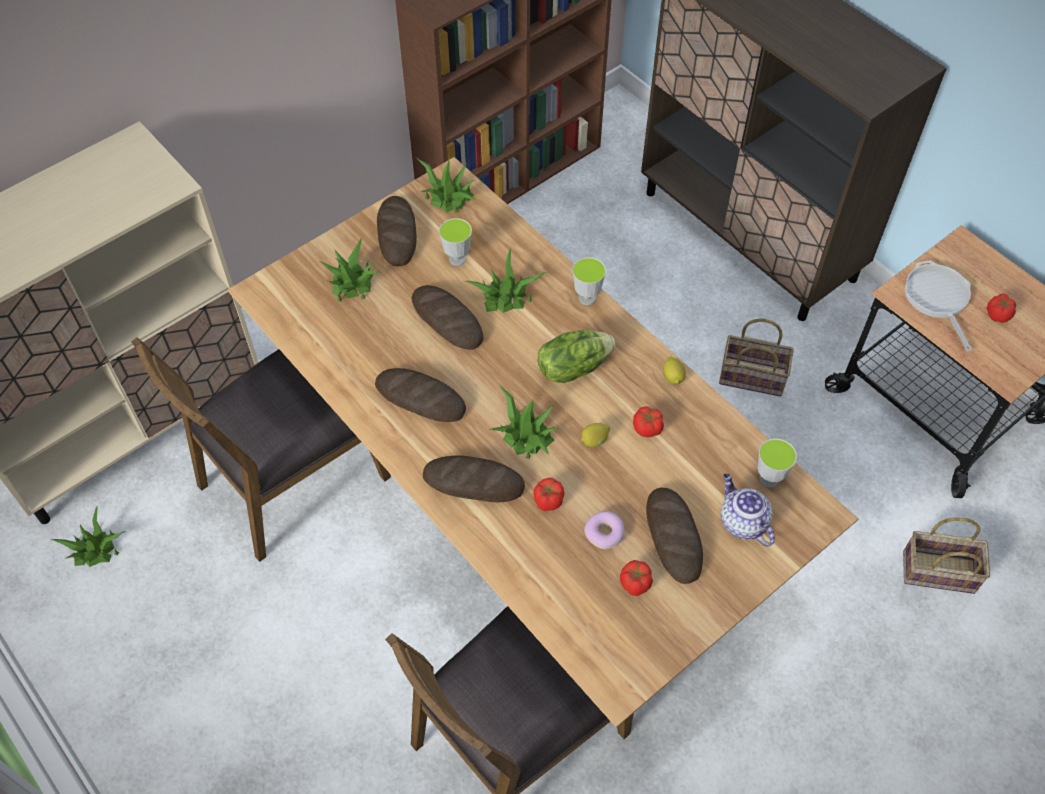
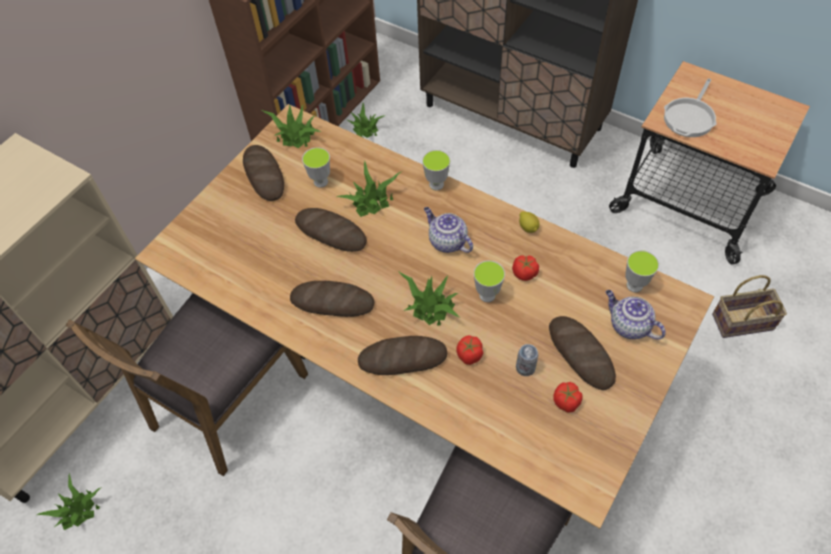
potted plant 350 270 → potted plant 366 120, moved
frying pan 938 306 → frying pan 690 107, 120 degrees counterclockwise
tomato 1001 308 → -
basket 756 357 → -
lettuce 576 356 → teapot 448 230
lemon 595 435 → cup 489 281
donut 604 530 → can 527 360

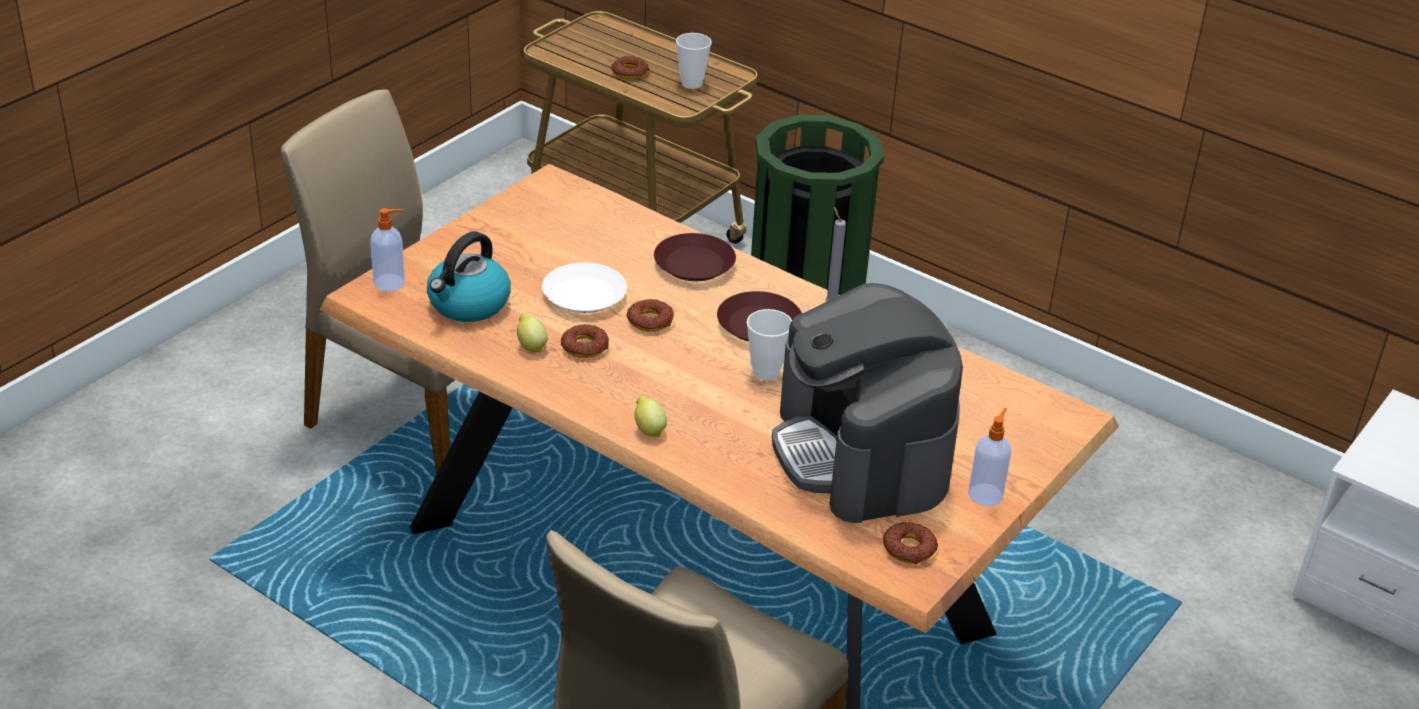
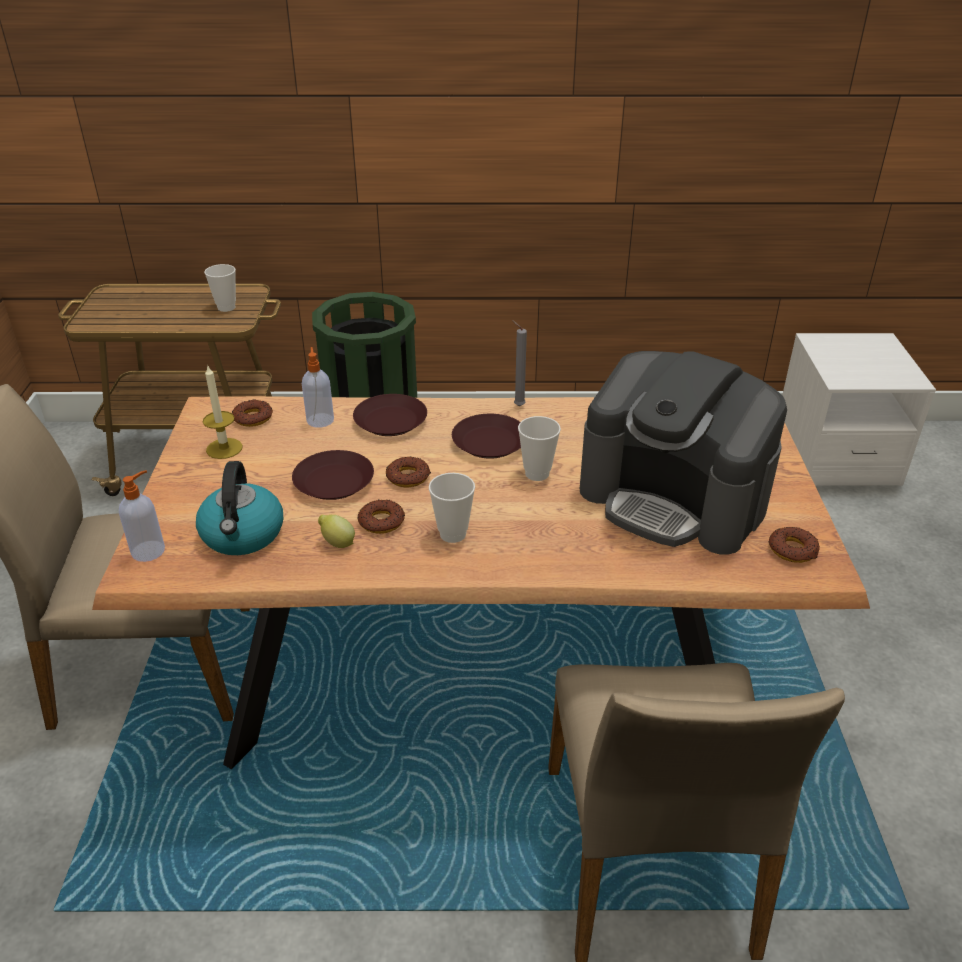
donut 630 67 → donut 252 413, moved
white plate 584 288 → brown plate 333 475
lemon 650 416 → -
soap dispenser 989 457 → soap dispenser 318 387, moved
- → candle 223 411
- → cup 452 508

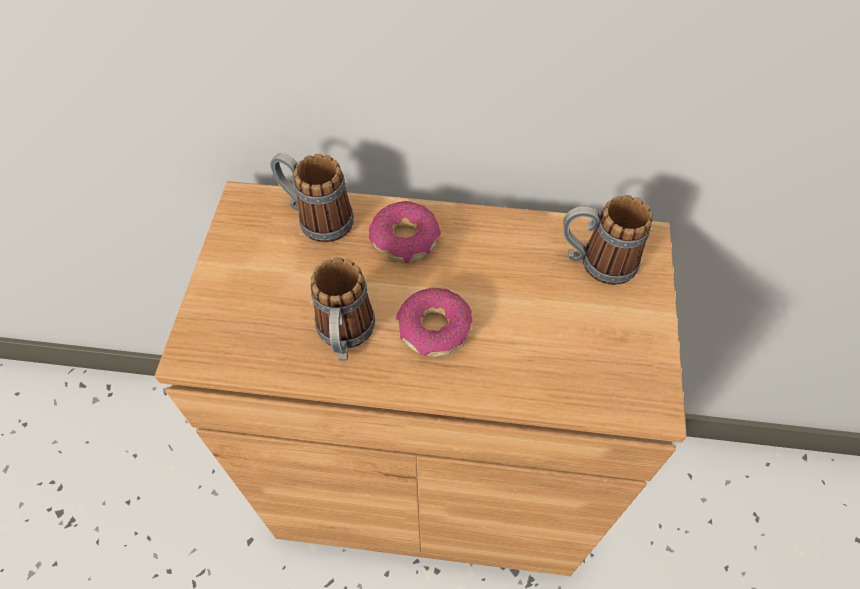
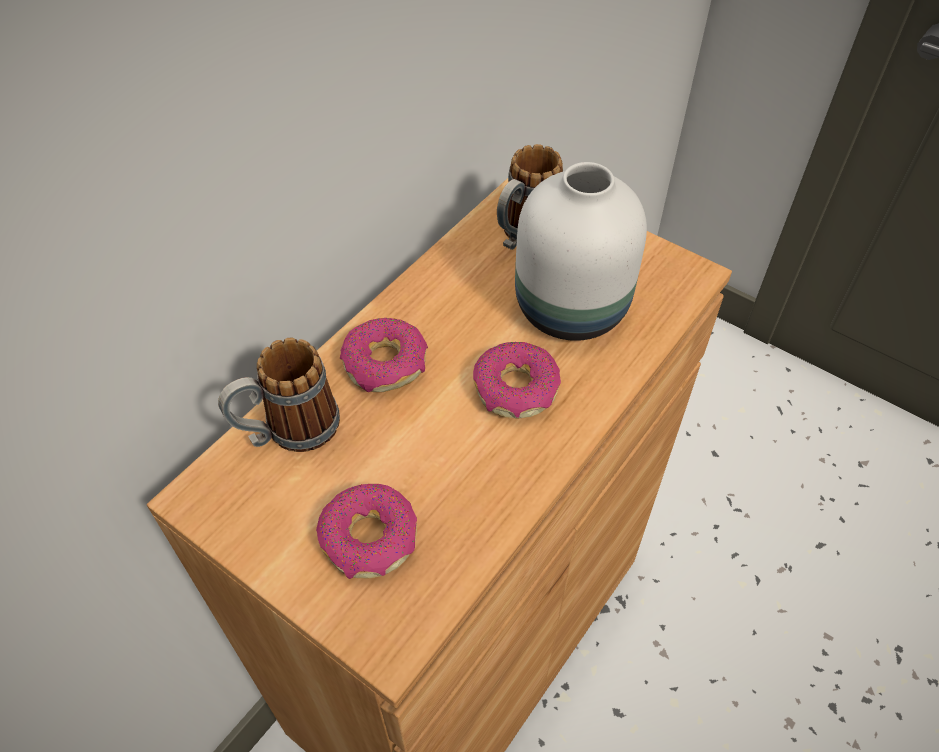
mug 342 309 → -
- → white vase 581 251
- → donut 366 531

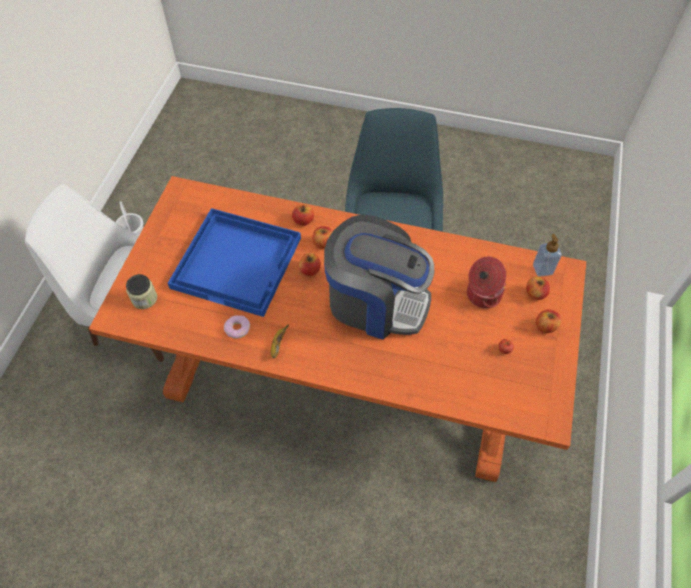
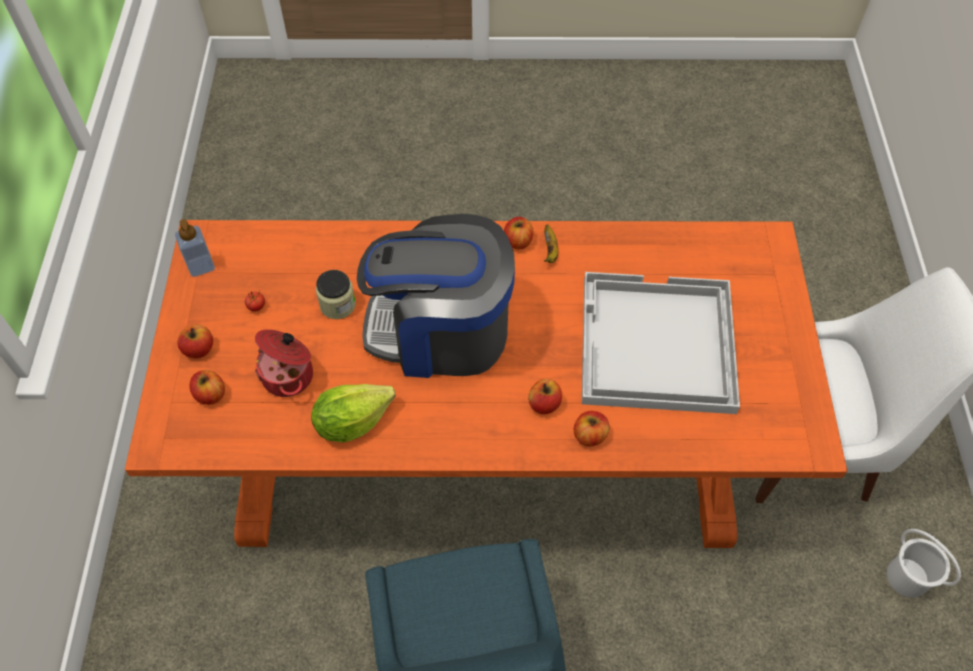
blue tray 234 262 → white tray 661 343
soap dispenser 547 255 → soap dispenser 195 248, moved
apple 310 264 → apple 518 233, moved
jar 141 291 → jar 336 294, moved
donut 237 327 → -
- → lettuce 353 413

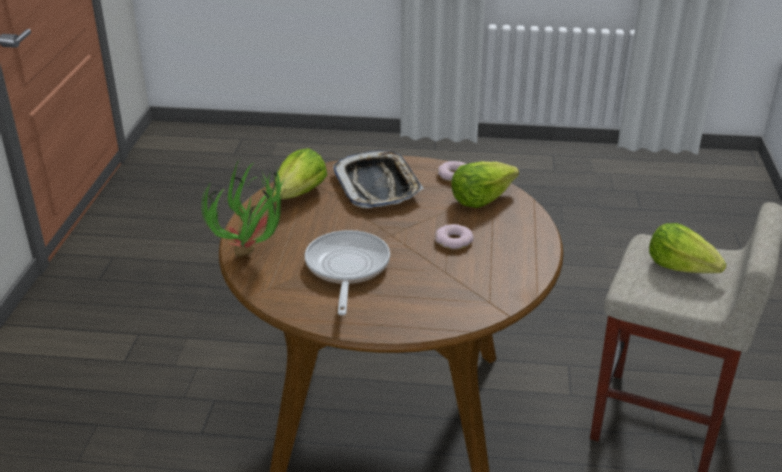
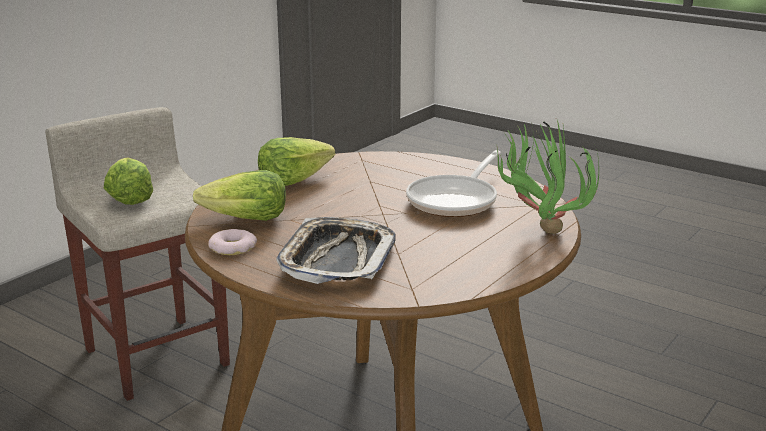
lettuce 300 173 → lettuce 296 161, moved
donut 454 236 → -

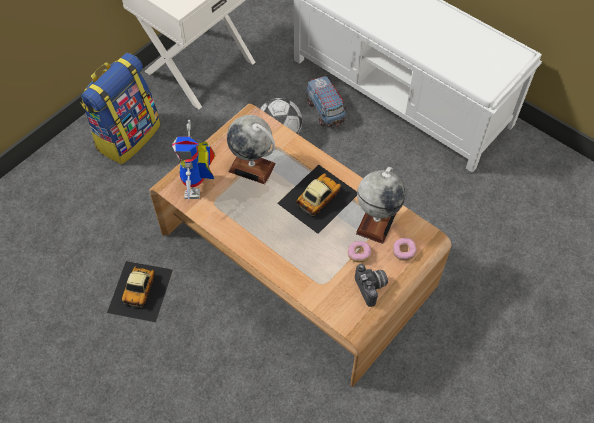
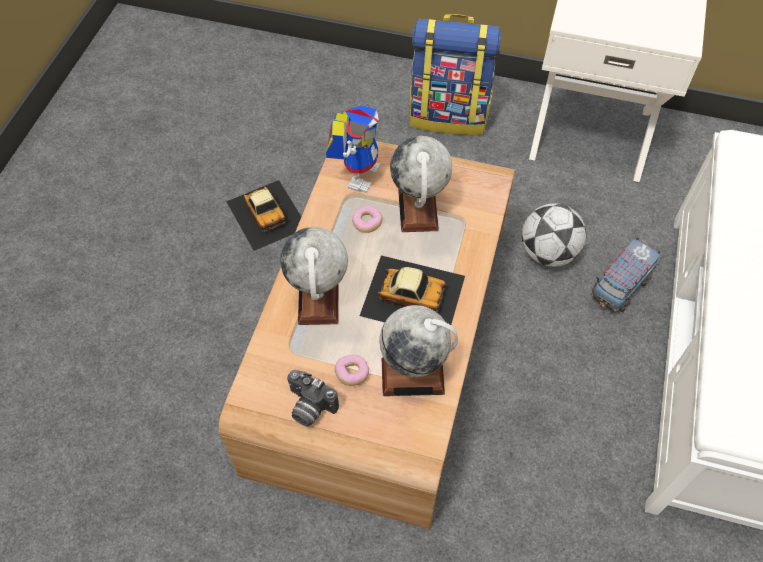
toy robot 193 161 → toy robot 353 148, 135 degrees clockwise
donut 404 249 → donut 367 219, moved
toy car 140 291 → toy car 263 215, 105 degrees counterclockwise
photo camera 371 285 → photo camera 313 398, 75 degrees clockwise
- → globe 314 276

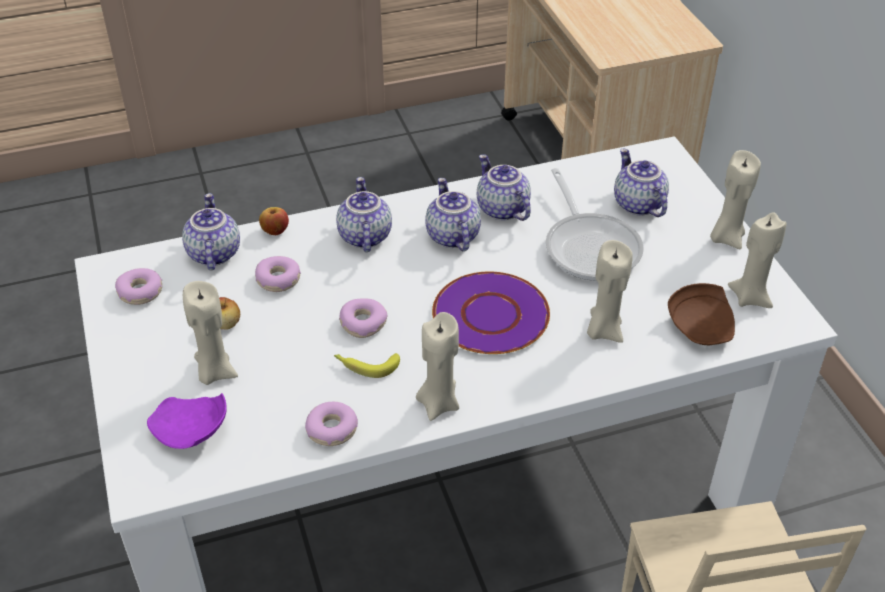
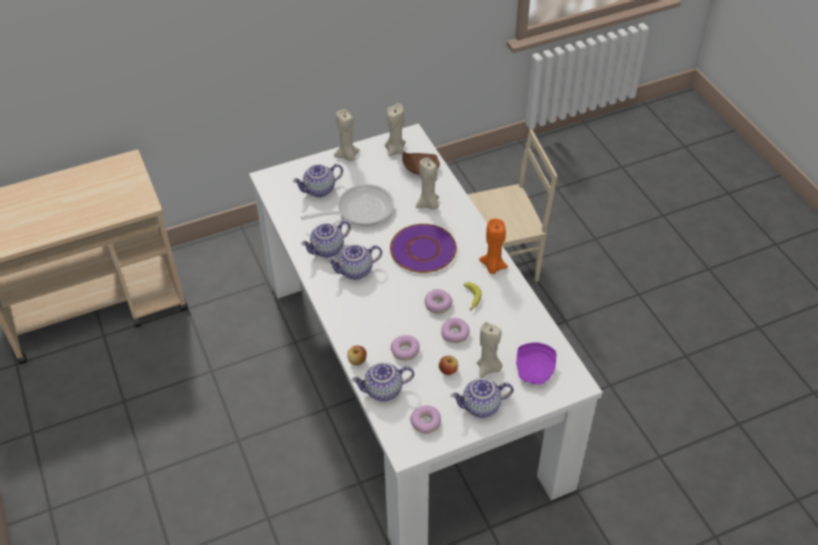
teapot 364 214 → teapot 482 398, moved
beige candle 437 366 → orange candle 493 246
donut 331 424 → donut 455 330, moved

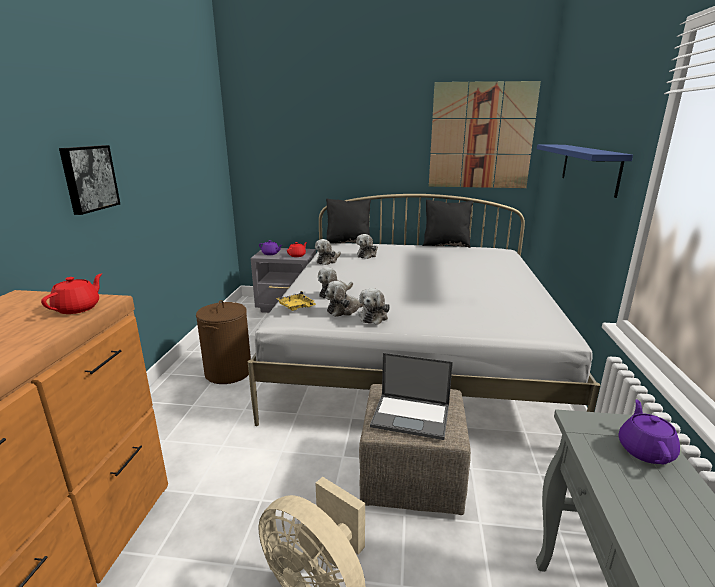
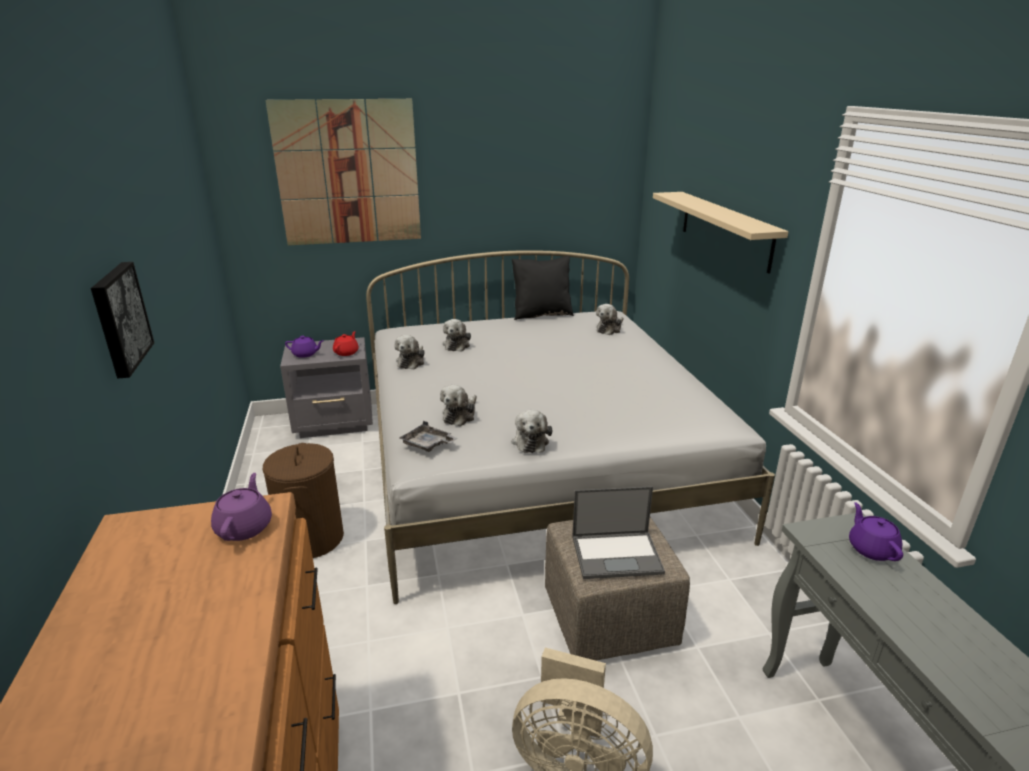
picture 485 134 → picture 343 172, moved
blue shelf 585 171 → beige shelf 721 232
black pillow 348 221 → -
red teapot 71 293 → purple teapot 241 507
plush toy 344 299 → plush toy 610 319, moved
yellow tray 296 301 → grey tray 428 436

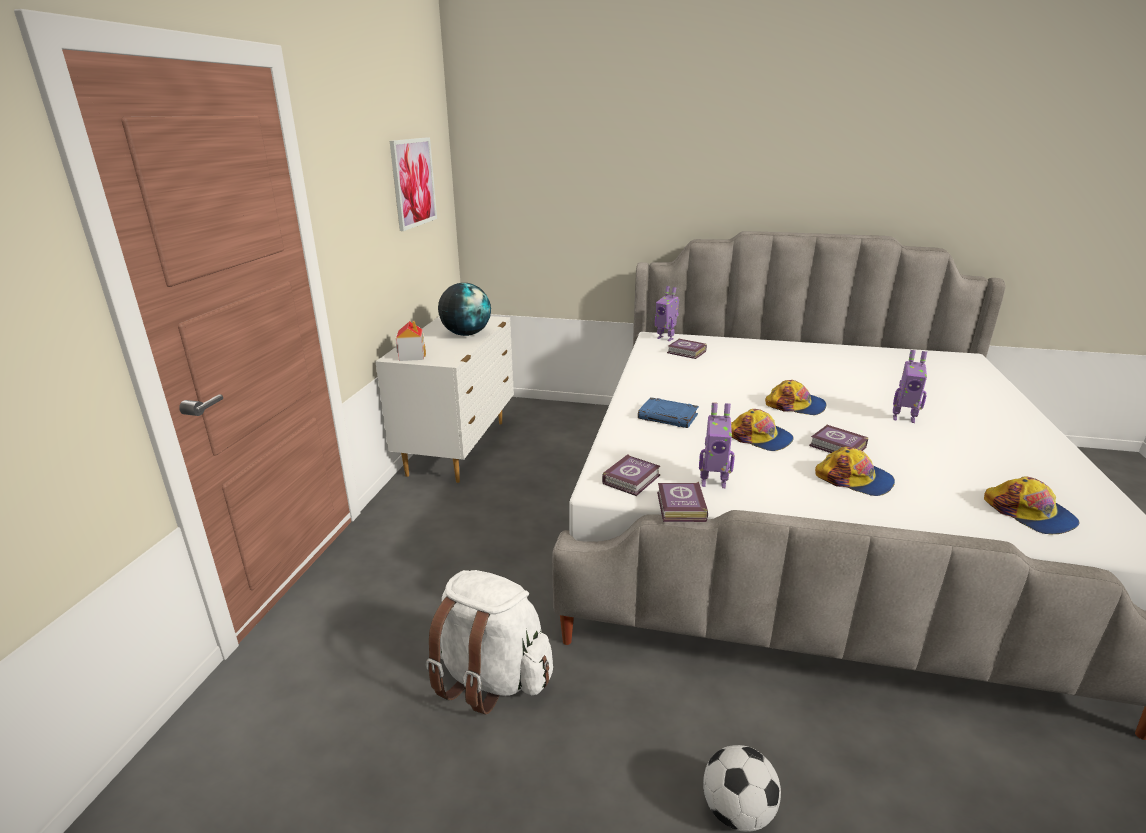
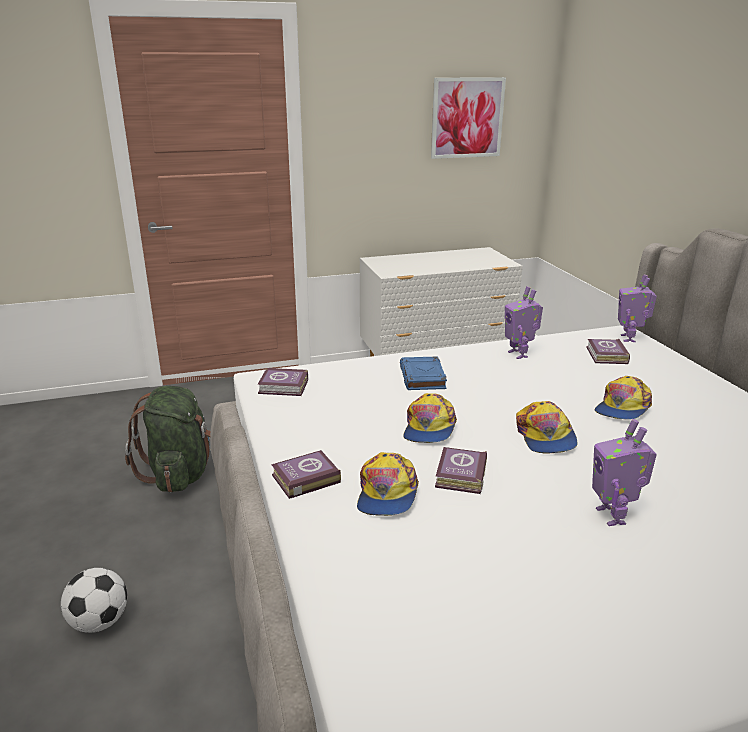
globe 464 309 → -
toy house 410 341 → -
toy robot 717 445 → toy robot 524 322, moved
cap 1032 505 → cap 623 397, moved
book 682 502 → book 306 474, moved
white backpack 489 642 → green backpack 167 439

